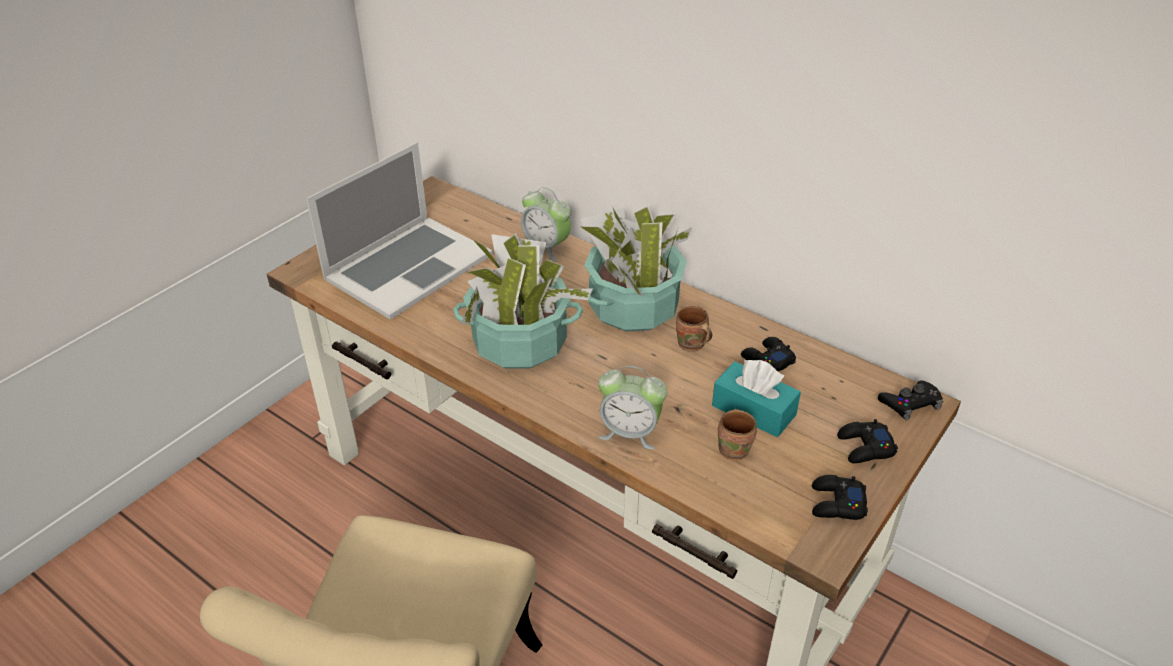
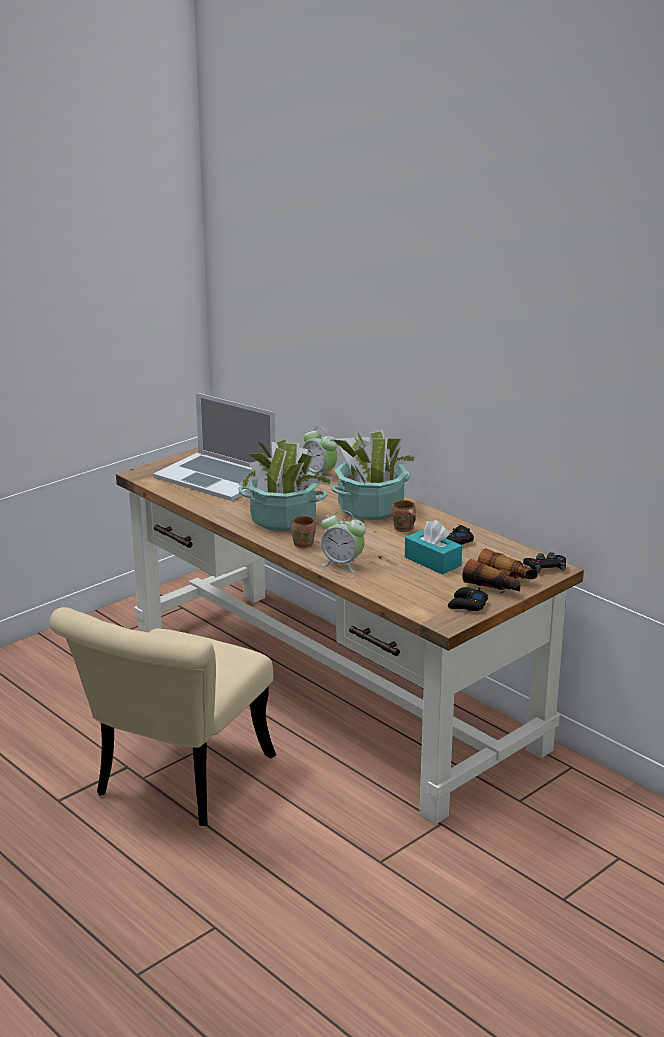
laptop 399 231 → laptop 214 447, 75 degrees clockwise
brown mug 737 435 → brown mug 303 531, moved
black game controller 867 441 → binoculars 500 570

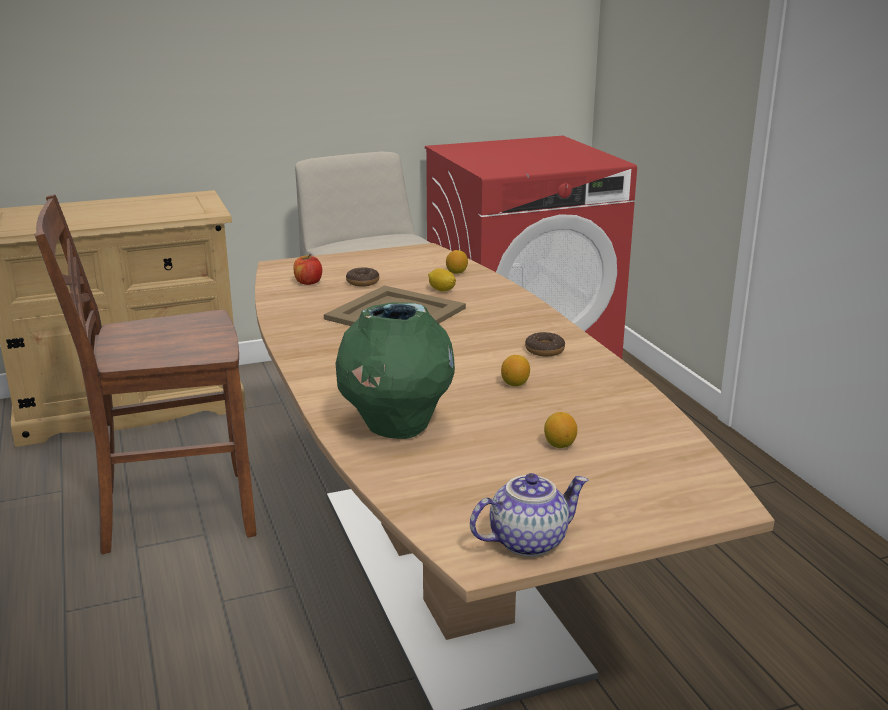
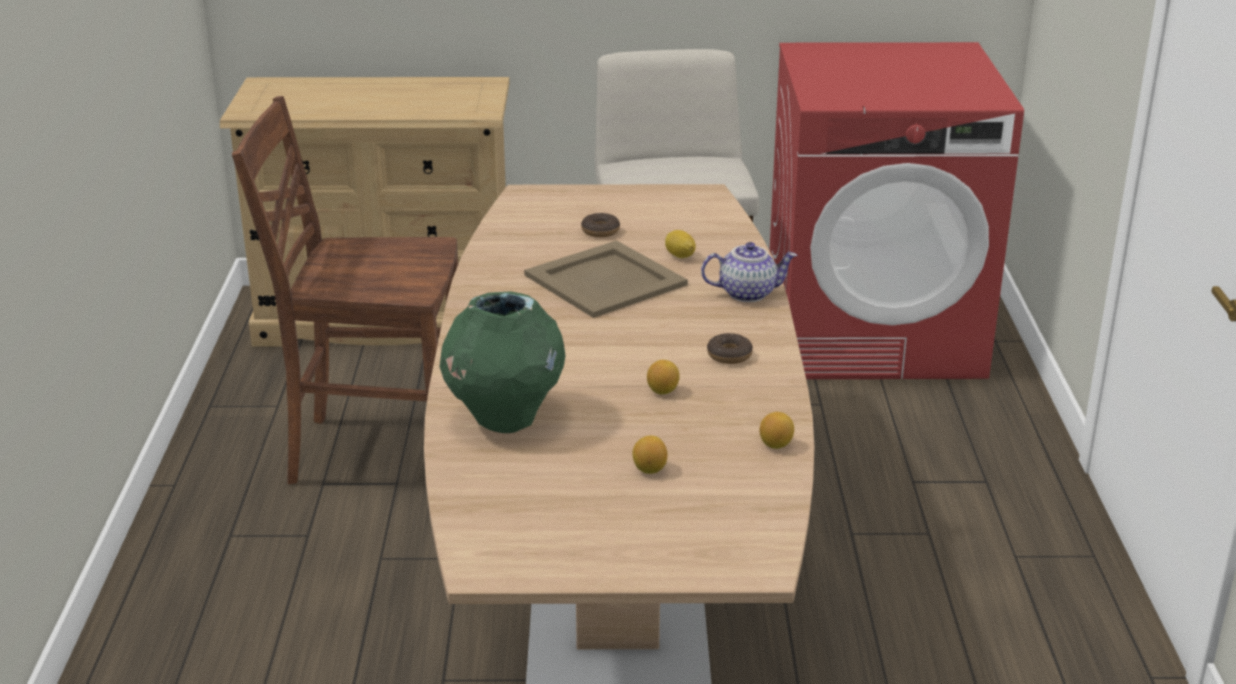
lemon 457 262 → lemon 777 430, moved
apple 307 269 → -
teapot 529 515 → teapot 749 272, moved

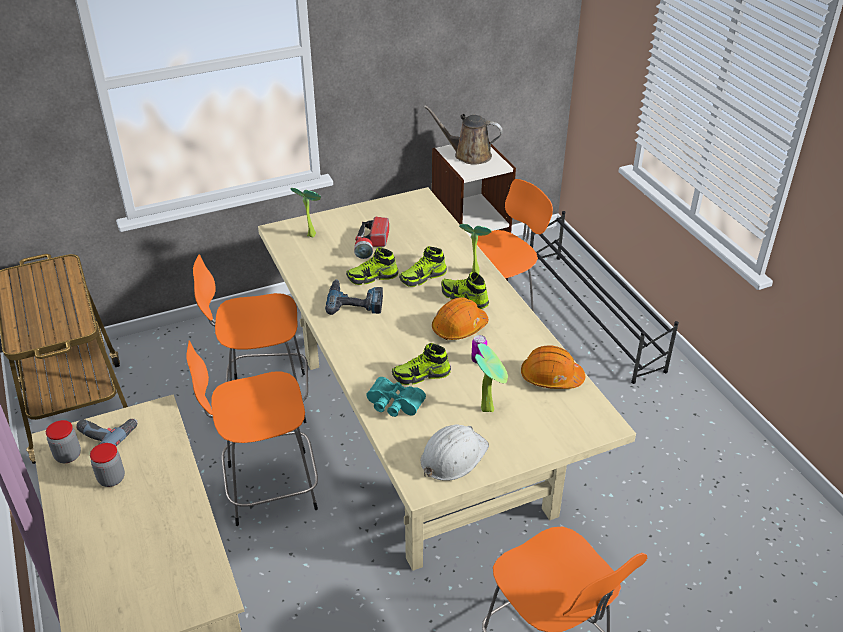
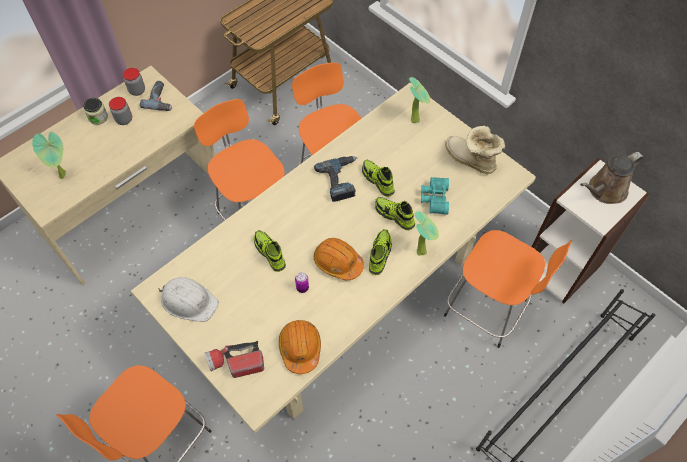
brown watering can 463 135 → brown watering can 612 178, 120 degrees counterclockwise
flashlight 371 238 → flashlight 234 359, moved
potted plant 491 378 → potted plant 49 155, moved
turquoise binoculars 396 397 → turquoise binoculars 435 196, moved
- → jar 95 111
- → boot 475 150

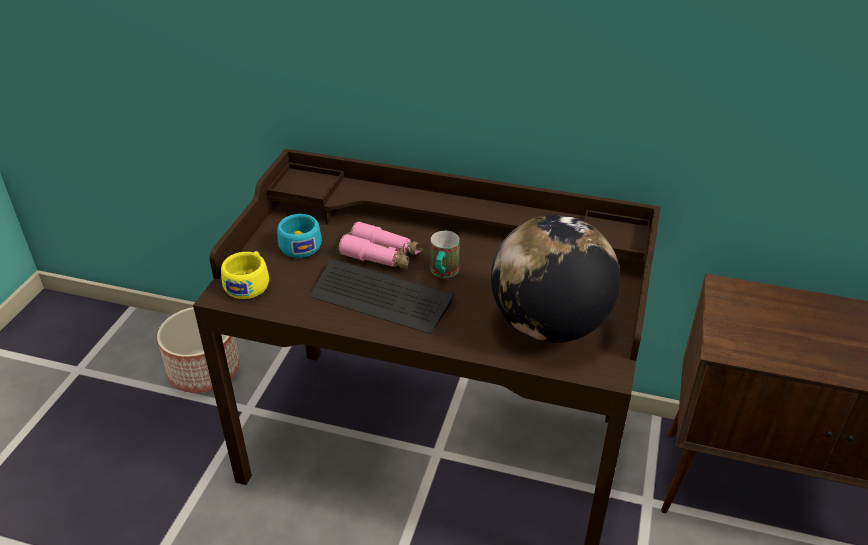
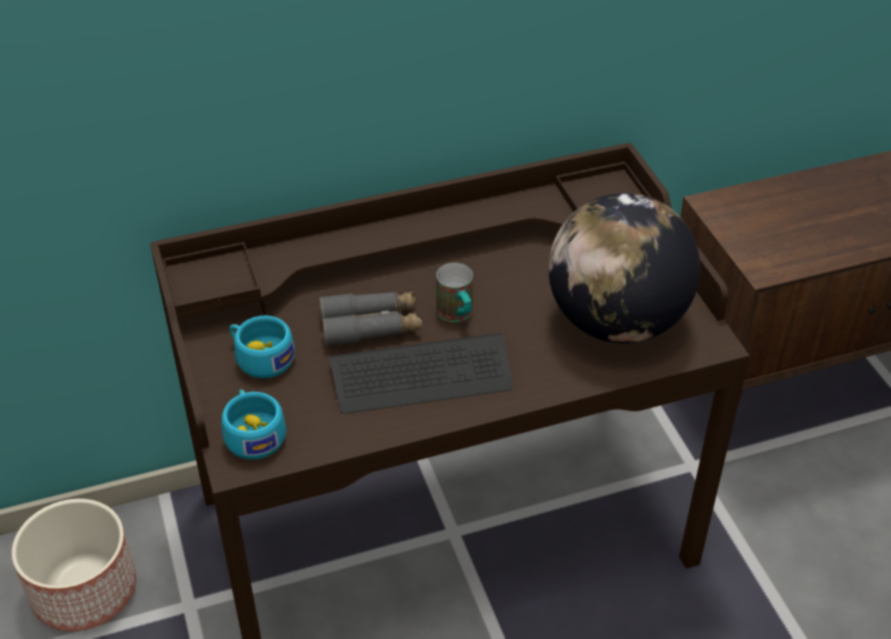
pink binoculars 381 245 → grey binoculars 370 319
yellow cup 245 275 → turquoise cup 254 424

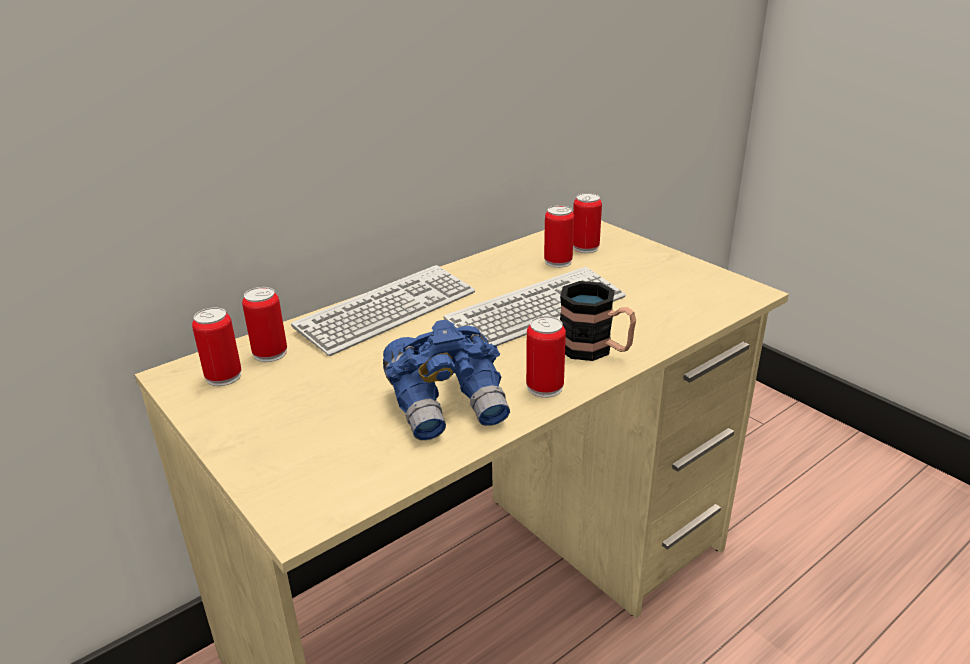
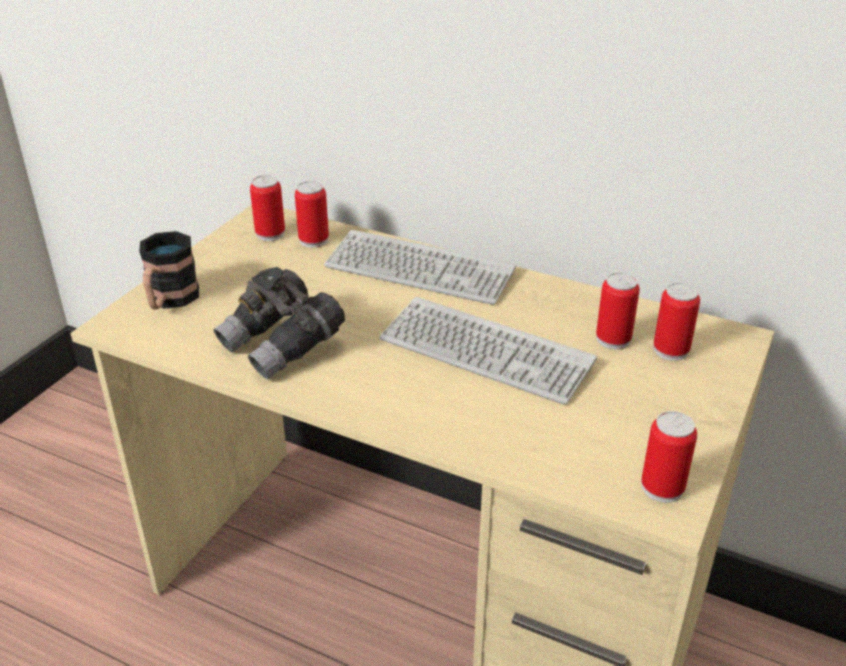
mug 598 321 → mug 169 270, moved
can 546 357 → can 669 457, moved
blue binoculars 446 380 → grey binoculars 279 323

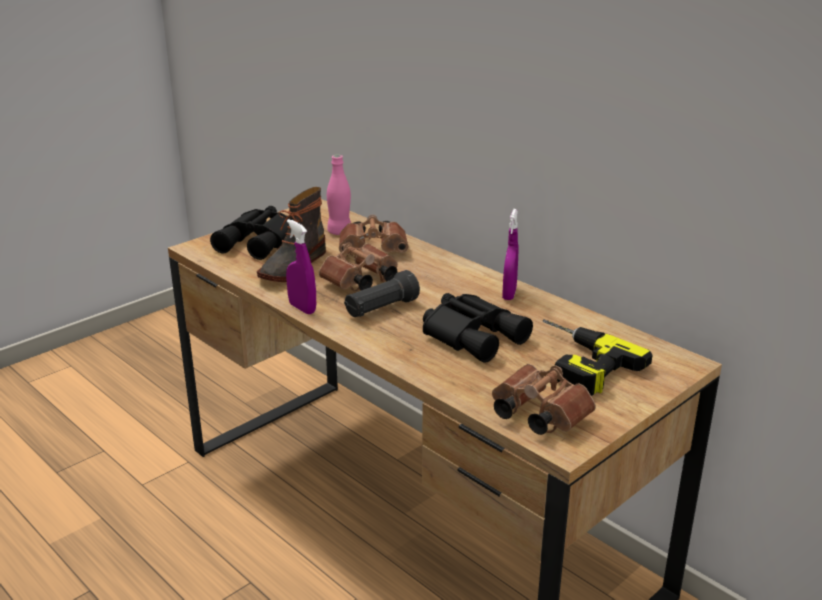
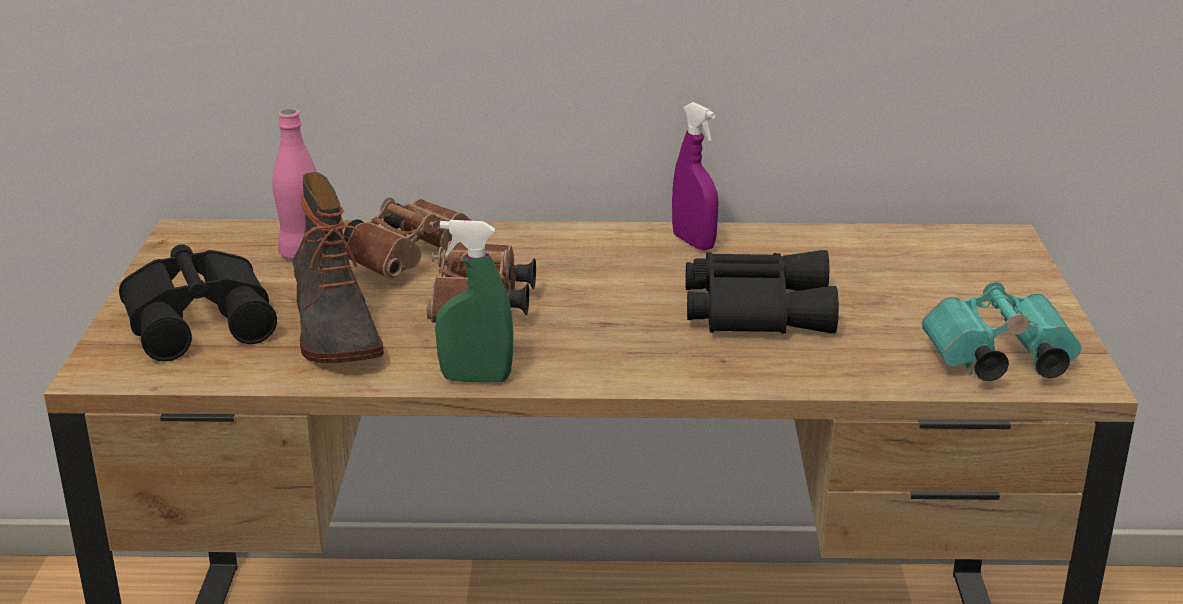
purple spray bottle 301 266 → green spray bottle 474 301
black flashlight 382 293 → -
power drill 598 357 → -
brown binoculars 544 399 → turquoise binoculars 1001 331

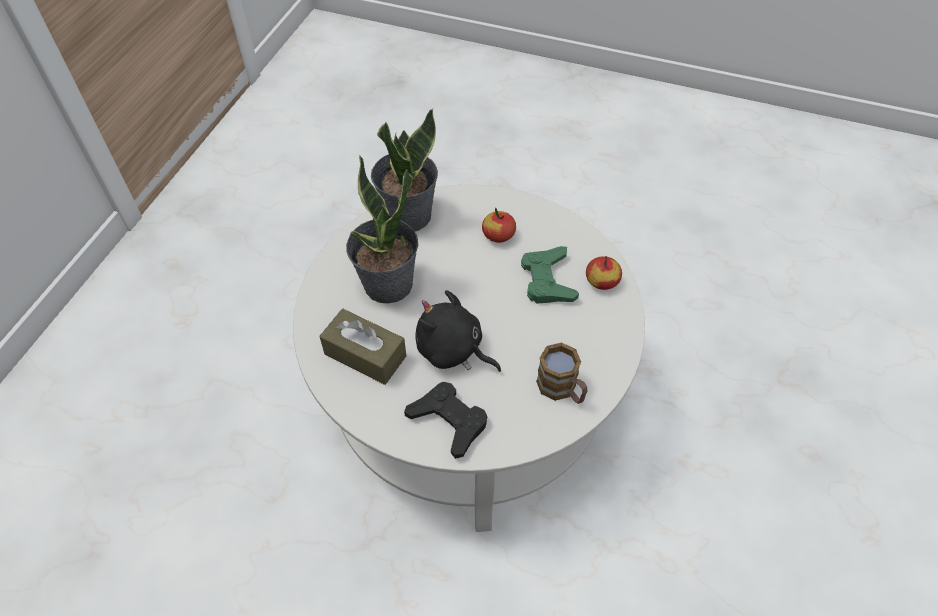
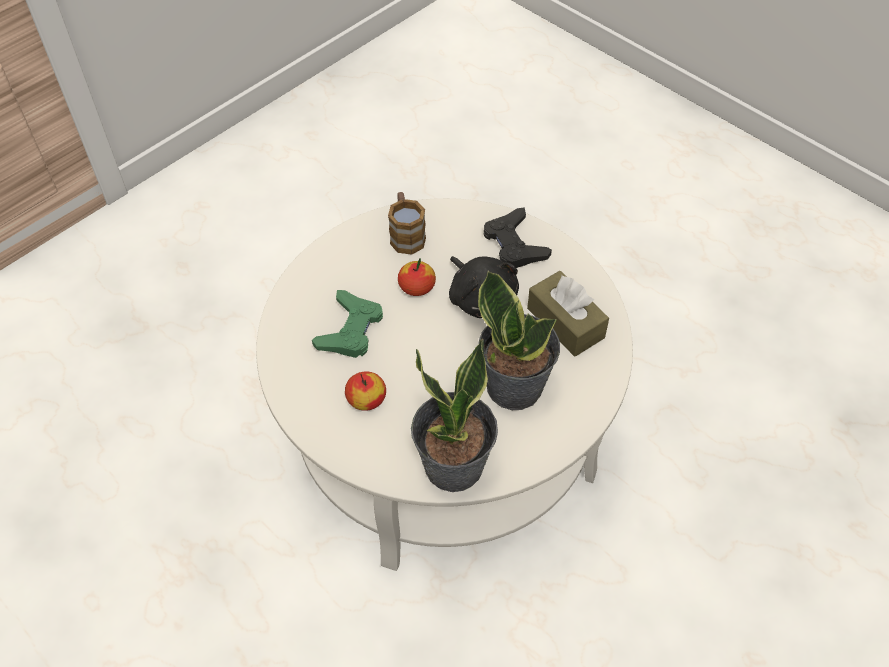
apple 604 273 → apple 417 277, moved

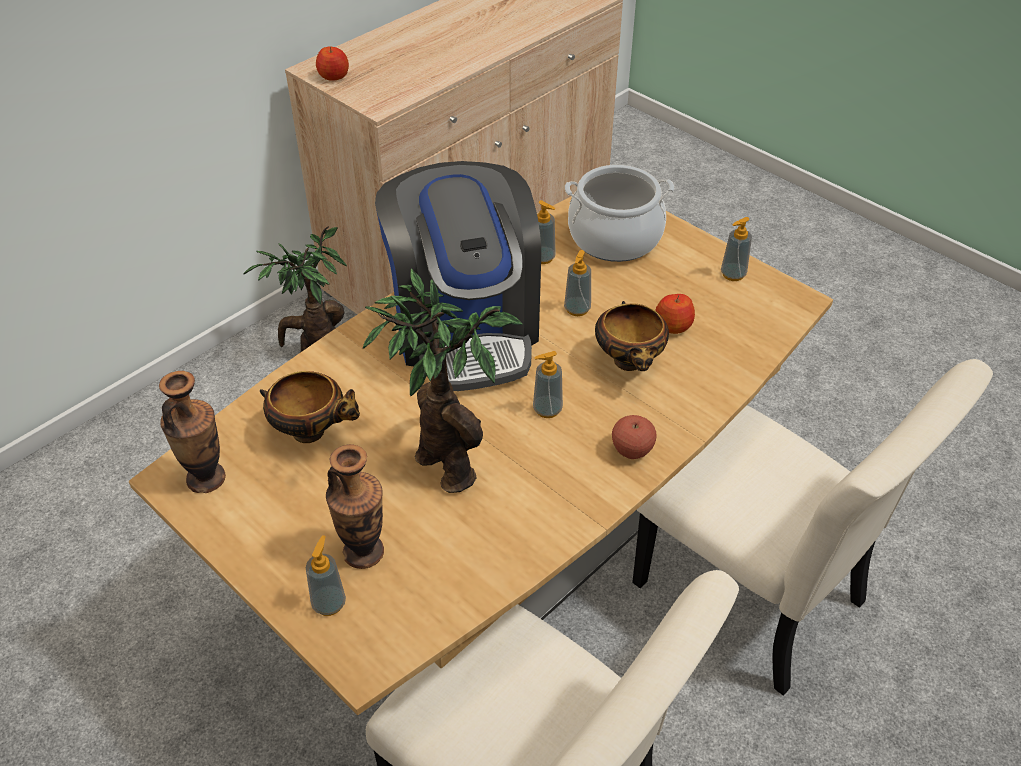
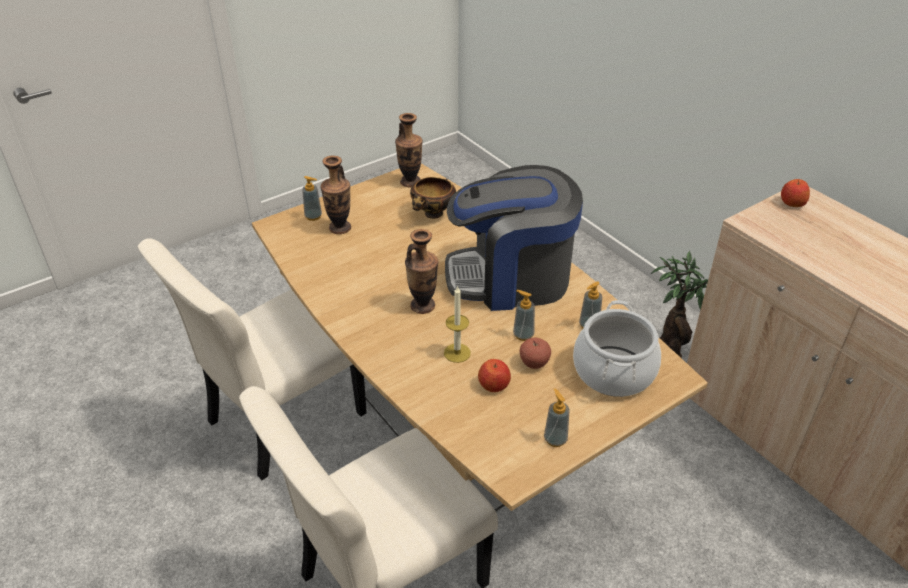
potted plant 443 380 → -
bowl 632 336 → candle 457 324
soap dispenser 548 384 → vase 421 271
apple 634 437 → apple 535 353, moved

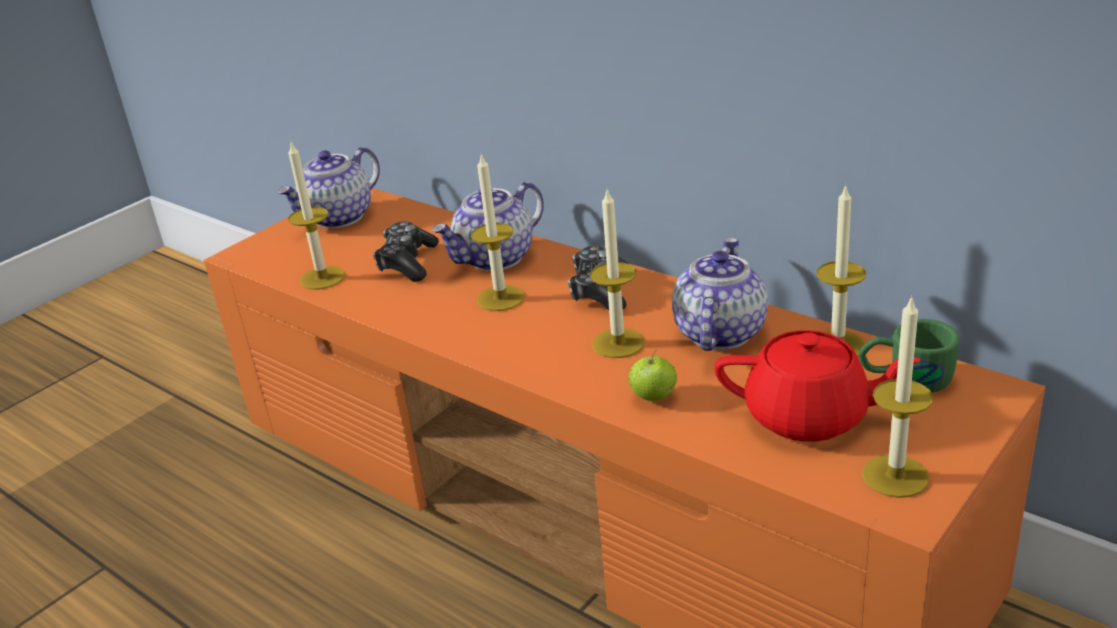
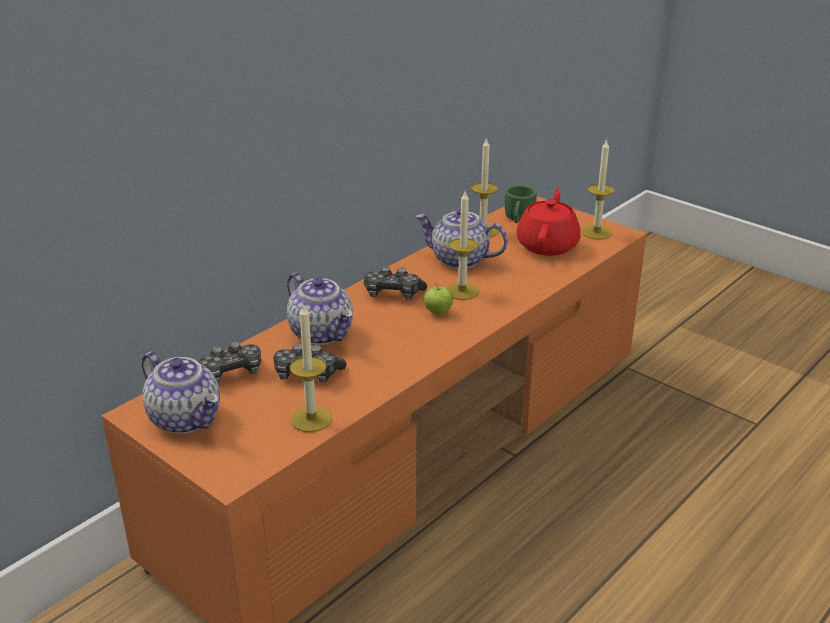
candle 498 232 → -
apple 652 375 → apple 438 299, moved
- → game controller 229 362

